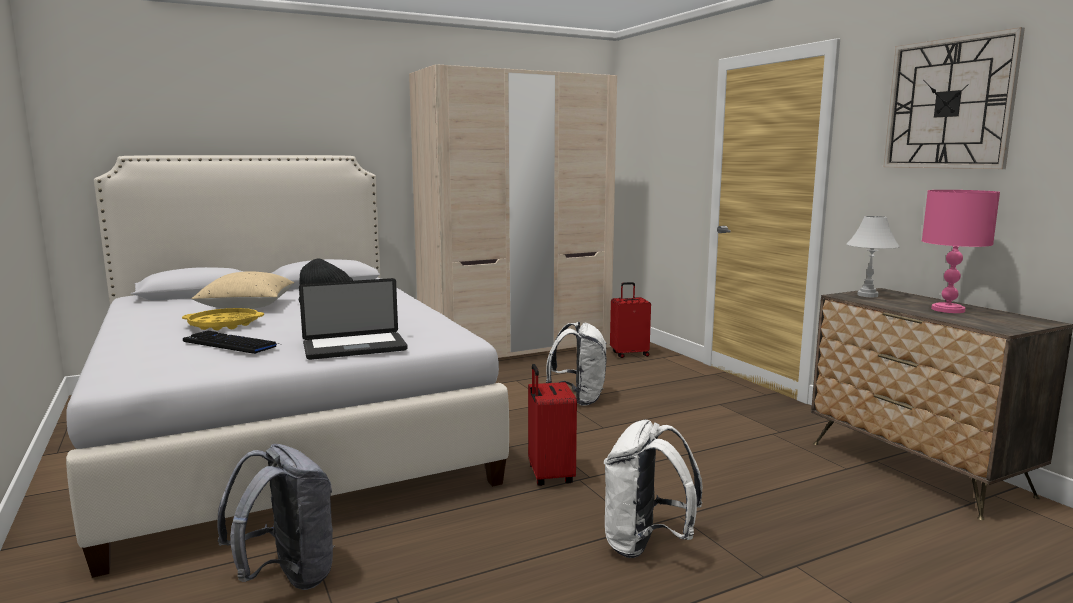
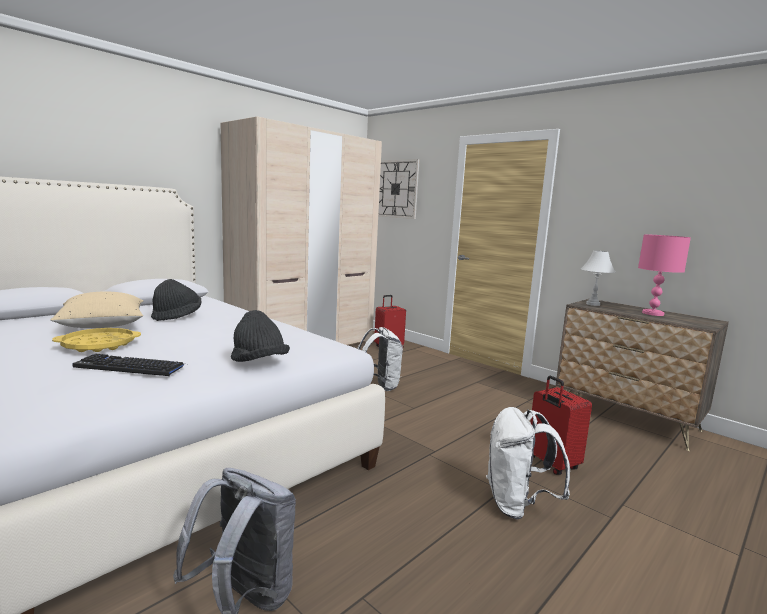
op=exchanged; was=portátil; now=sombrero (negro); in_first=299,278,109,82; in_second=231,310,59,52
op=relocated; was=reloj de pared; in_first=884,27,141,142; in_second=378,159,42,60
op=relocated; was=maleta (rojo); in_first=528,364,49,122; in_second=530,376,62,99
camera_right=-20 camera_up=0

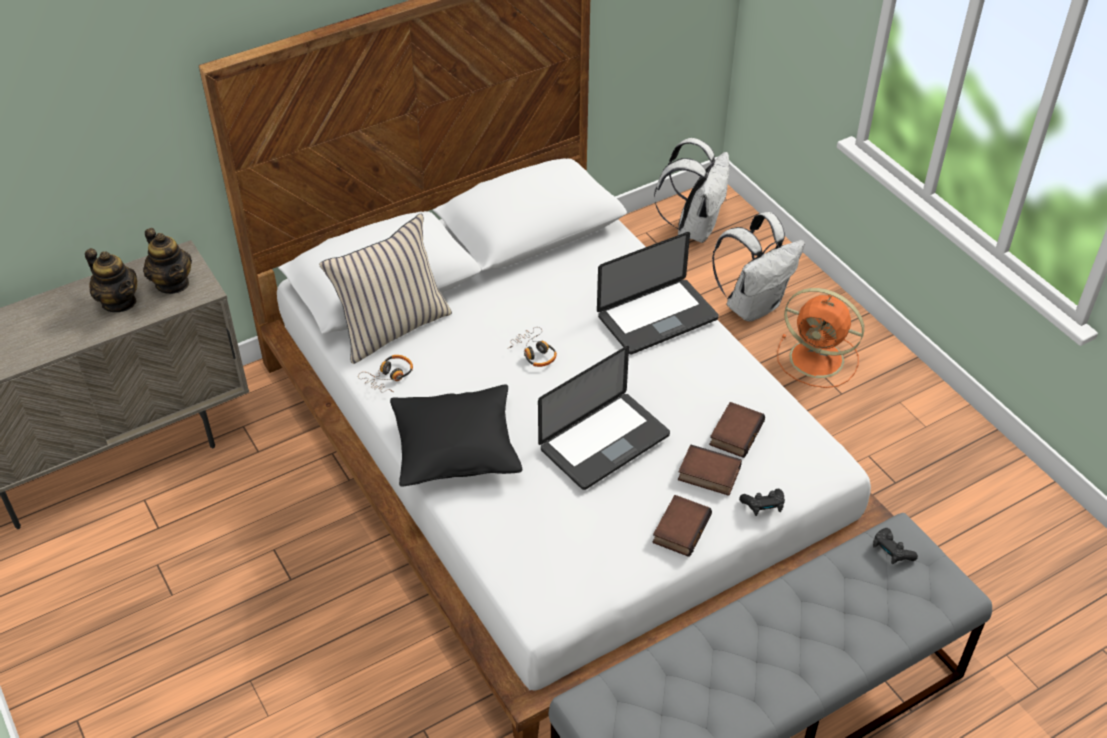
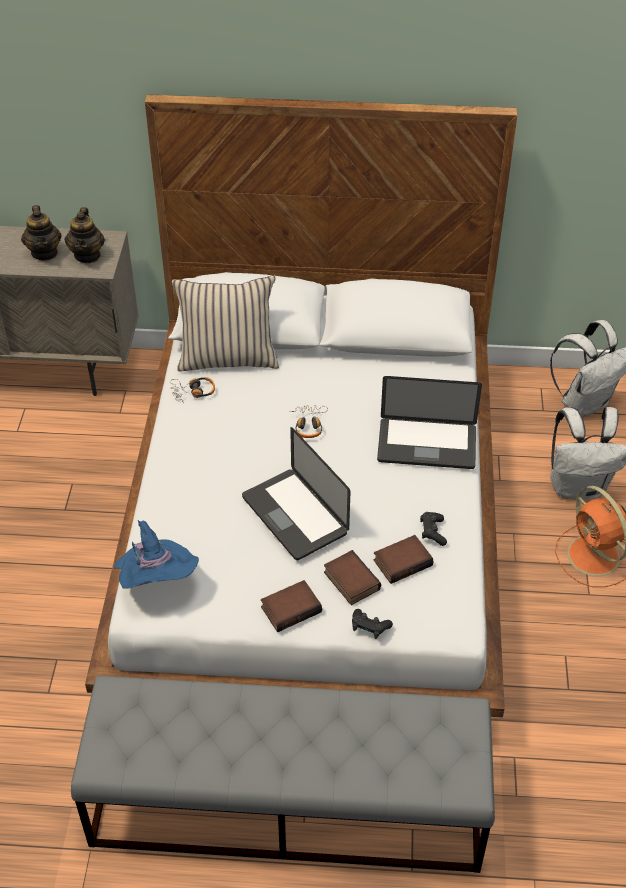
op=appeared; now=sombrero (azul); in_second=114,520,85,69
op=spun; was=portátil; in_first=538,346,132,144; in_second=242,427,108,133; clockwise=60
op=relocated; was=mando de consola (negro); in_first=873,528,45,36; in_second=420,512,27,34
op=missing; was=cojín (negro); in_first=390,384,132,103
camera_right=35 camera_up=0

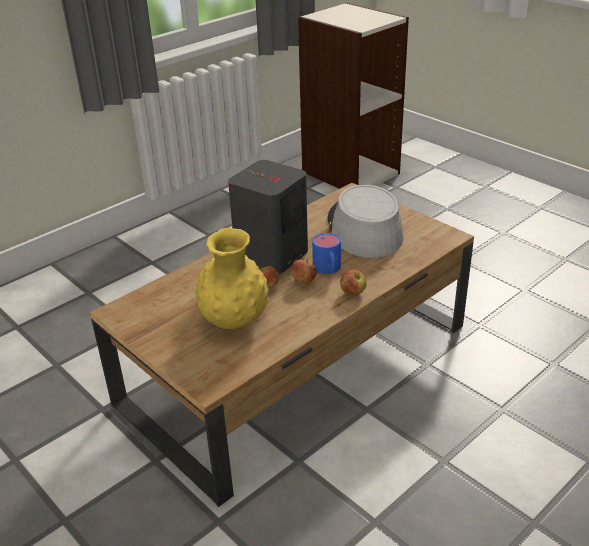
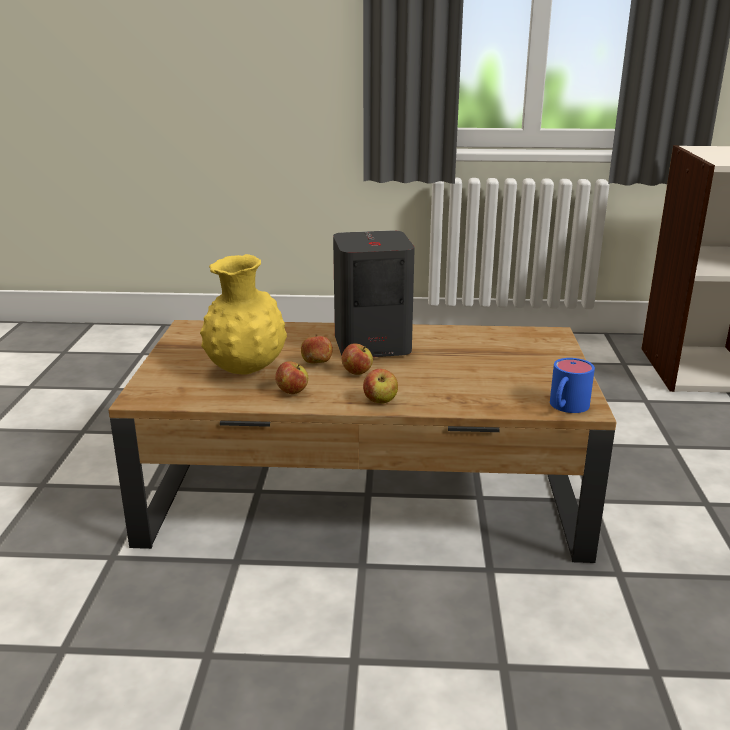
op=appeared; now=manzana; in_second=275,361,33,33
op=relocated; was=taza grande (azul); in_first=312,233,29,41; in_second=550,358,45,55
op=missing; was=sombrero (gris); in_first=327,184,77,74
camera_right=45 camera_up=-10

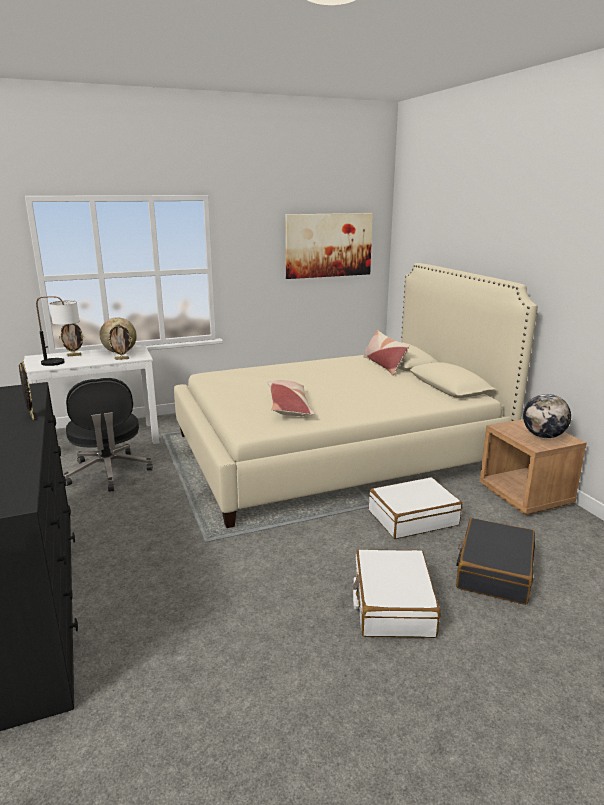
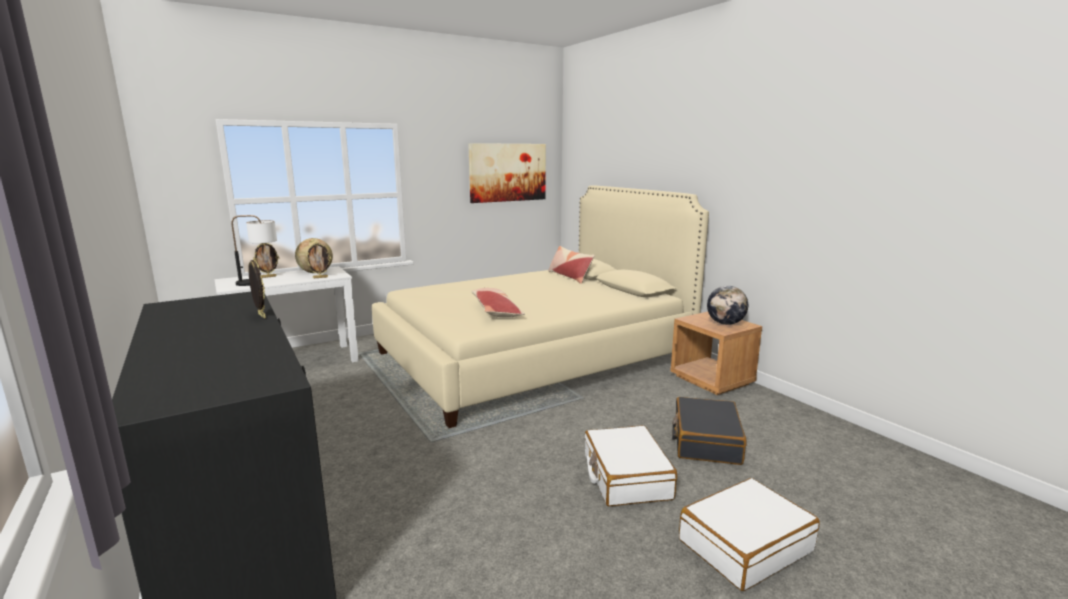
op=relocated; was=maleta (blanco); in_first=369,477,93,62; in_second=679,478,141,113
op=missing; was=silla de oficina (negro); in_first=64,378,89,114
camera_right=-10 camera_up=-5

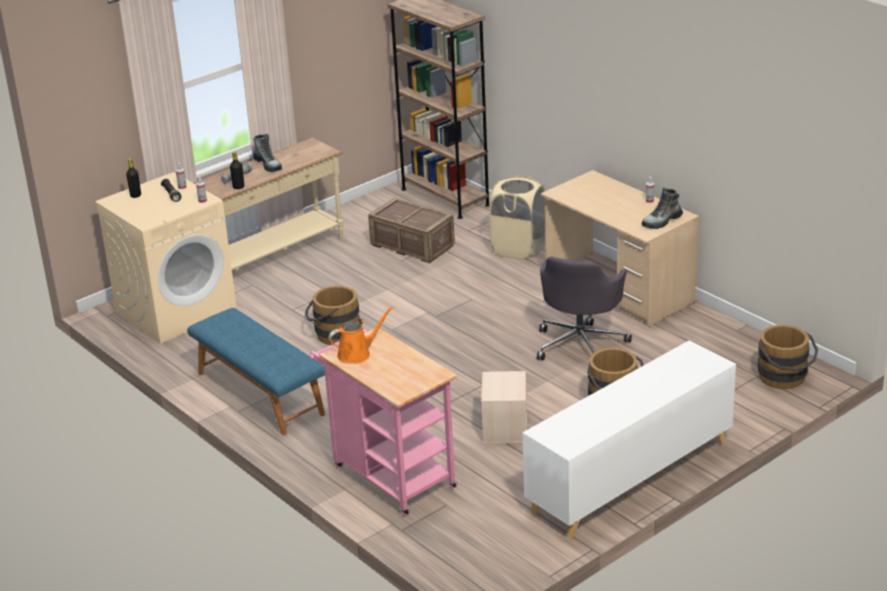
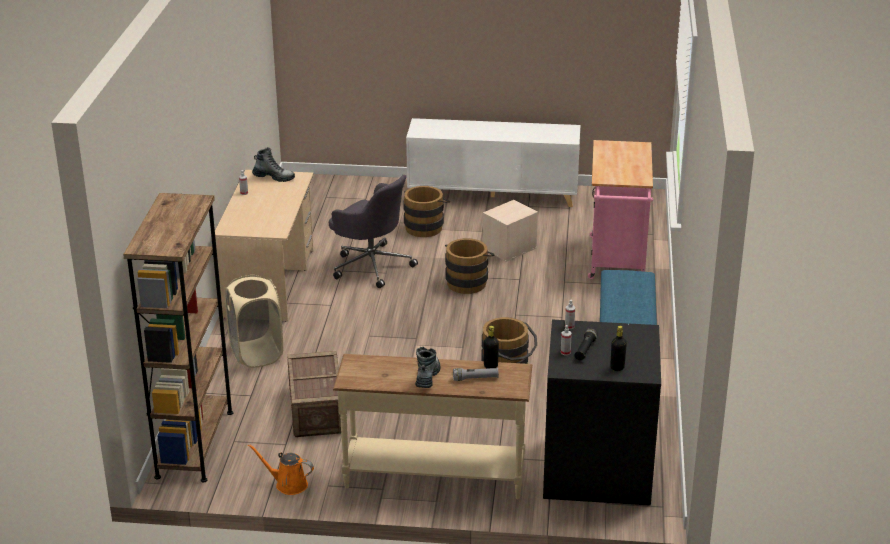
op=relocated; was=regadera (naranja); in_first=328,306,66,57; in_second=248,444,66,51
op=spun; was=silla de oficina (gris); in_first=537,256,95,104; in_second=329,175,89,113; clockwise=60
op=relocated; was=cubo (marrón); in_first=757,325,61,64; in_second=445,238,50,56
op=colour; was=lavadora (beis); now=lavadora (negro); in_first=95,172,142,172; in_second=543,320,118,186
camera_right=-135 camera_up=0

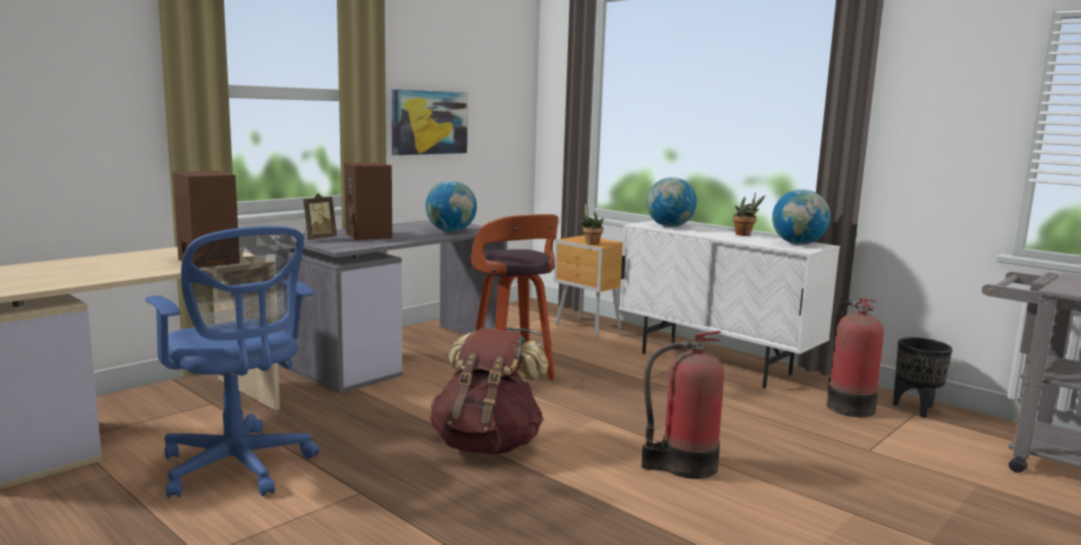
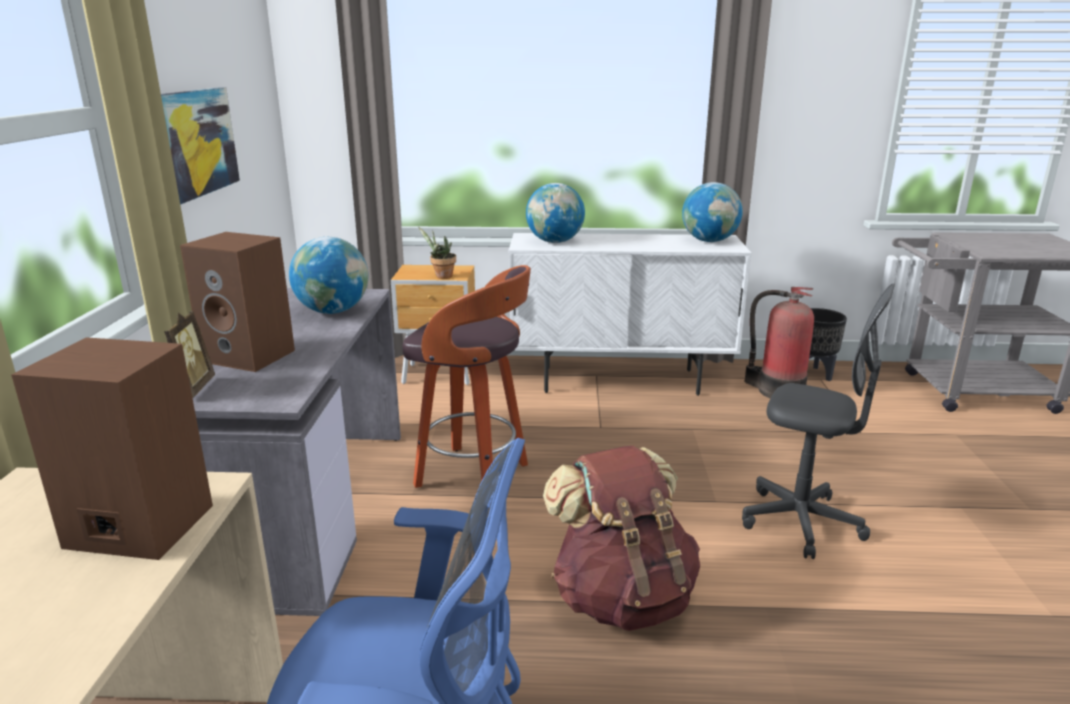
op=exchanged; was=extintor; now=silla de oficina (gris); in_first=641,331,83,148; in_second=742,283,153,276
op=missing; was=planta en maceta; in_first=733,192,32,44
camera_right=-40 camera_up=10

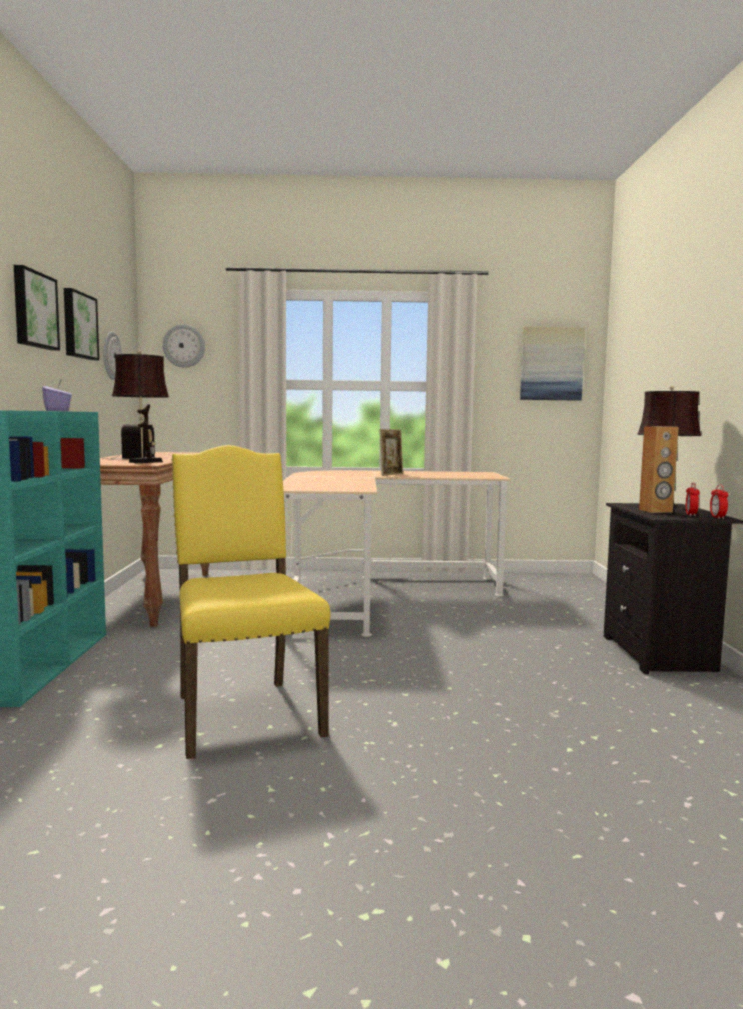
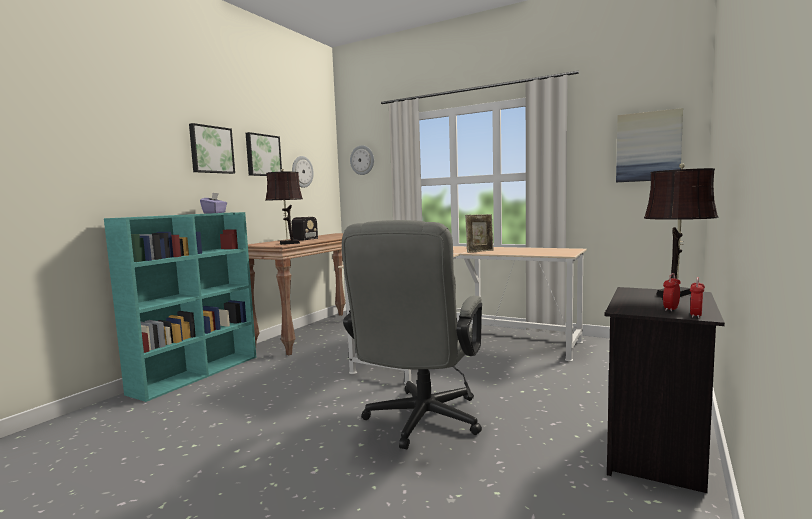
op=appeared; now=silla de oficina (gris); in_second=342,220,140,229
op=missing; was=silla (amarillo); in_first=171,445,159,314
op=missing; was=altavoz (marrón); in_first=639,426,40,87
camera_right=30 camera_up=0

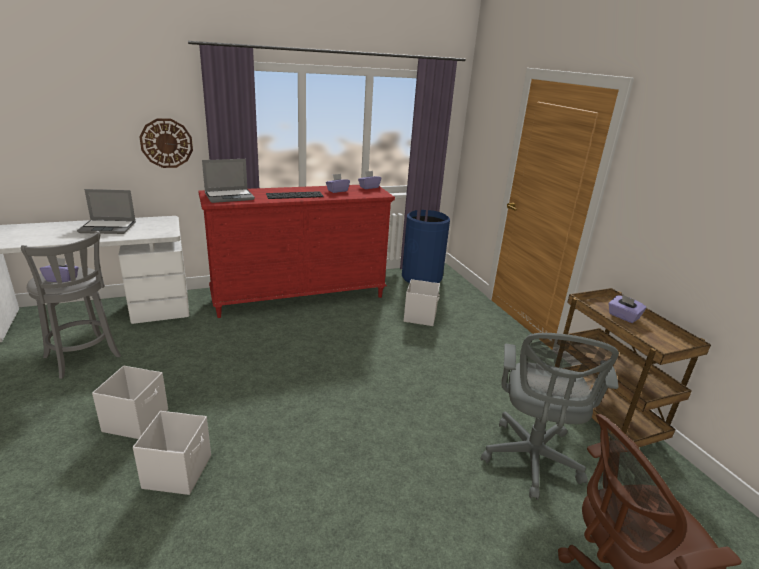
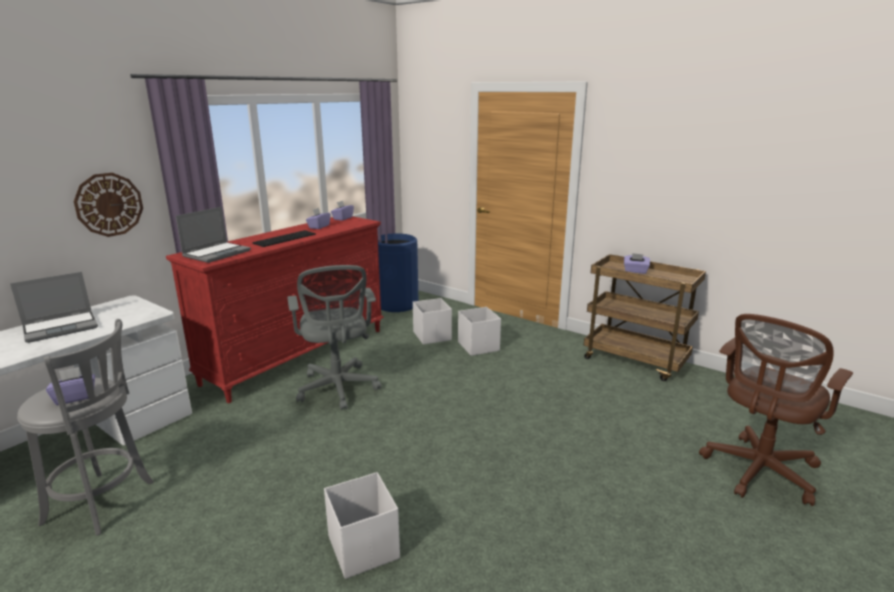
op=relocated; was=silla de oficina (gris); in_first=481,333,138,167; in_second=287,265,95,145
op=relocated; was=caja de almacenaje (blanco); in_first=92,366,76,73; in_second=458,307,43,49
camera_right=-30 camera_up=-5

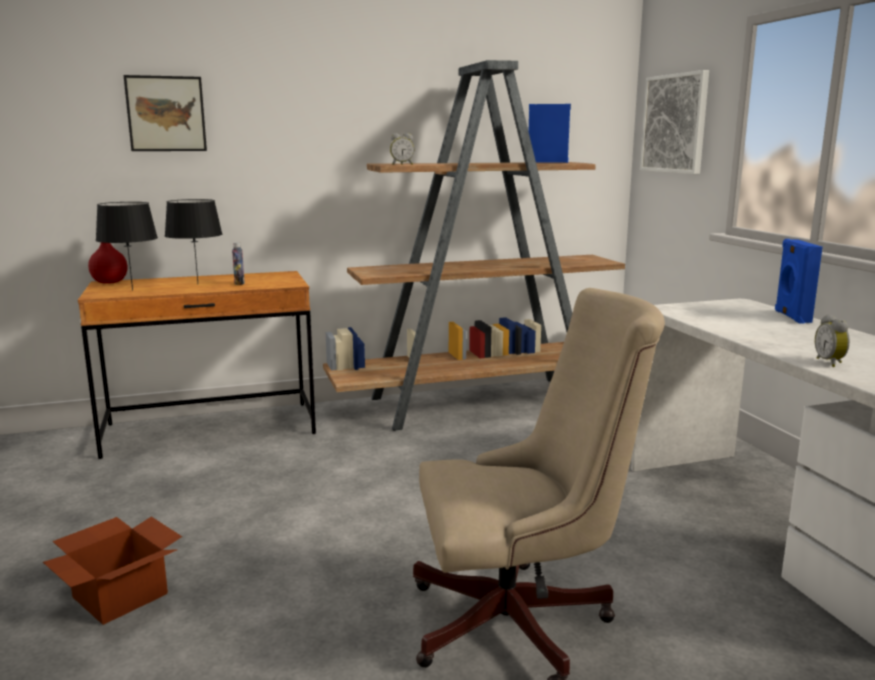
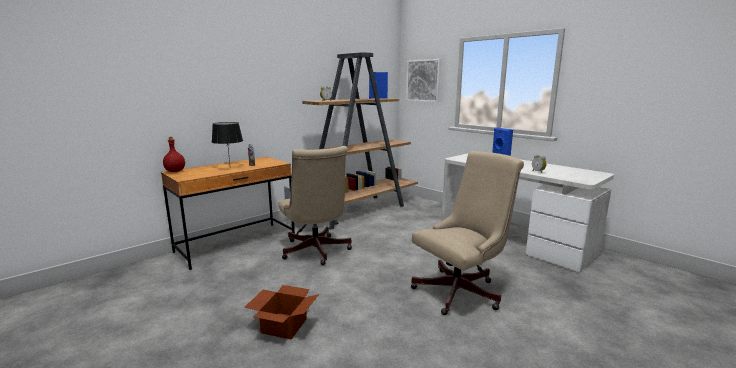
op=appeared; now=silla de oficina (beis); in_second=279,146,73,119
op=missing; was=lámpara de mesa (negro); in_first=96,202,62,89
op=missing; was=cuadro; in_first=124,75,83,76
camera_right=-25 camera_up=0

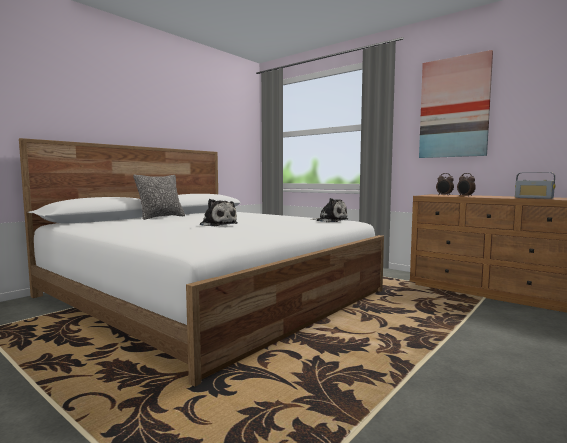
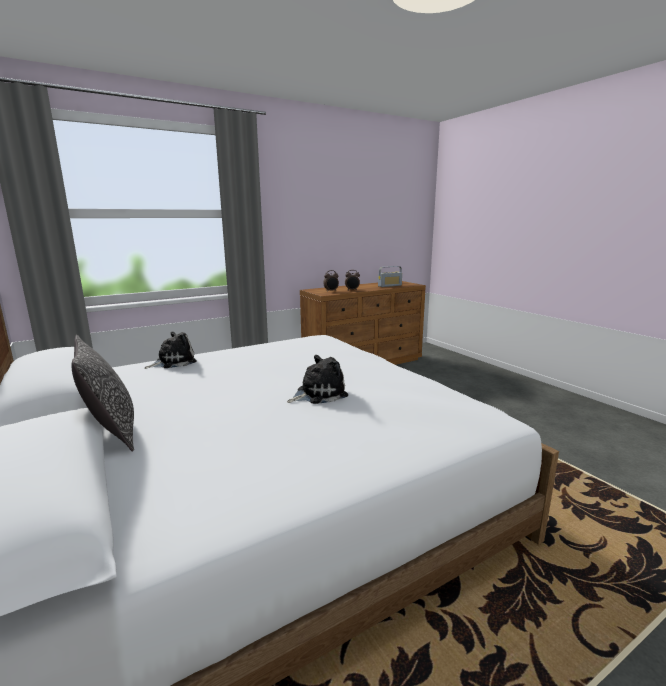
op=relocated; was=peluche; in_first=311,198,37,24; in_second=144,331,53,38
op=missing; was=cuadro; in_first=419,50,74,108
camera_right=-70 camera_up=10

